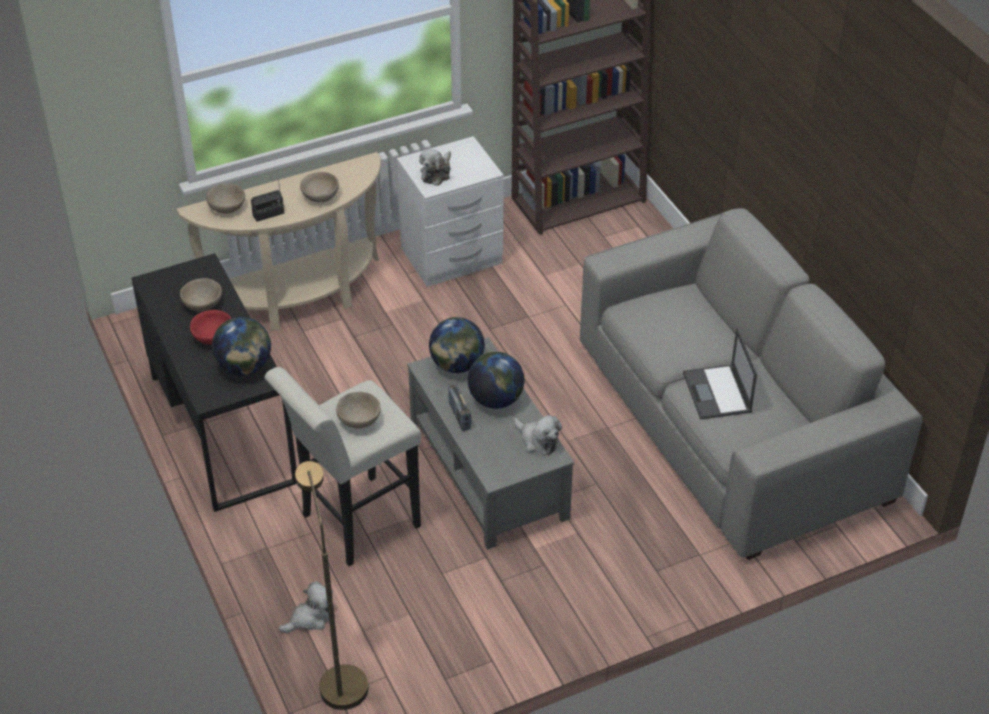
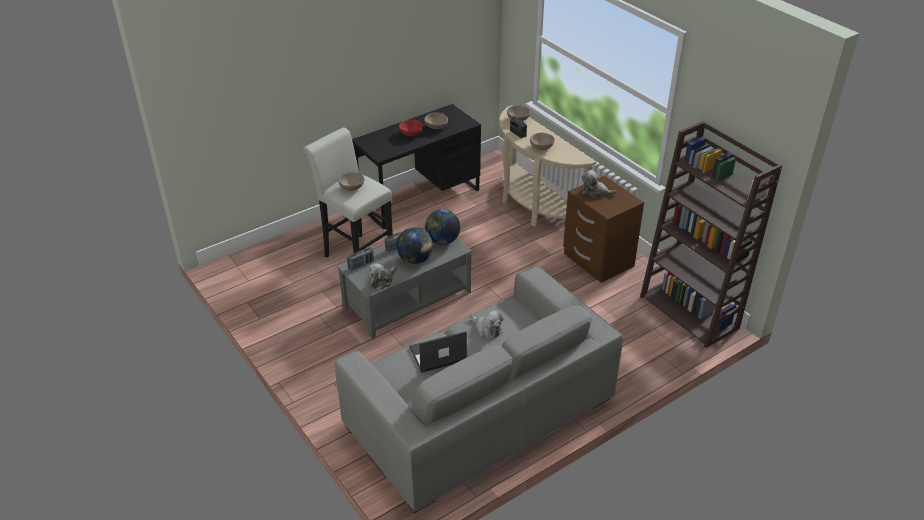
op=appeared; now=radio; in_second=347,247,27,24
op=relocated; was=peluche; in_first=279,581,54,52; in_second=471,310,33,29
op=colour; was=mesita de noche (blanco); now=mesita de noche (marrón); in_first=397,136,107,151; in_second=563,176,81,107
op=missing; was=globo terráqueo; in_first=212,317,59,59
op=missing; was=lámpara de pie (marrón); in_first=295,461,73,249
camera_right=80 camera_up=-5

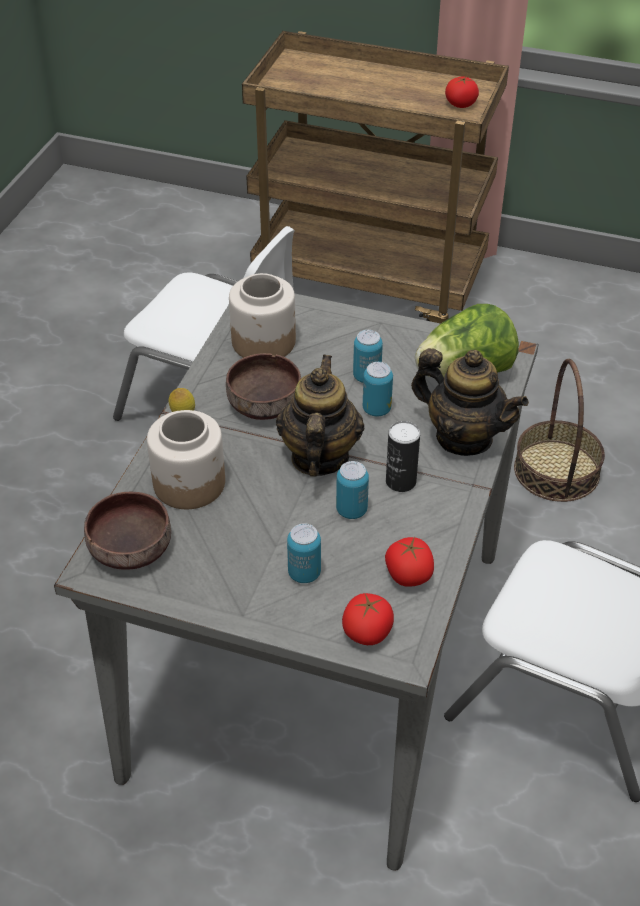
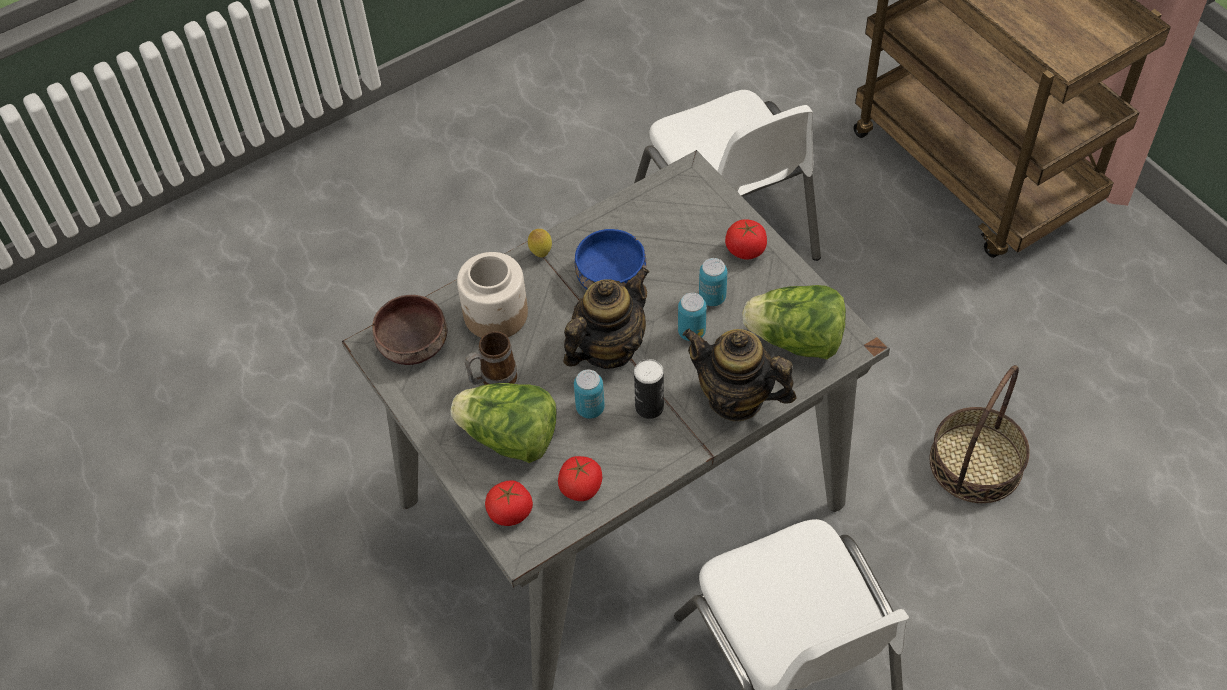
op=exchanged; was=lata; now=lechuga; in_first=287,523,34,60; in_second=451,383,105,80
op=appeared; now=taza grande; in_second=464,331,53,54
op=colour; was=cuenco (marrón); now=cuenco (azul); in_first=226,353,75,67; in_second=575,229,72,60
op=spun; was=tetera; in_first=411,348,118,108; in_second=683,328,114,93; clockwise=135
op=relocated; was=tomate; in_first=445,76,34,32; in_second=725,219,42,41
op=missing; was=tarro; in_first=229,273,67,85
camera_right=40 camera_up=10

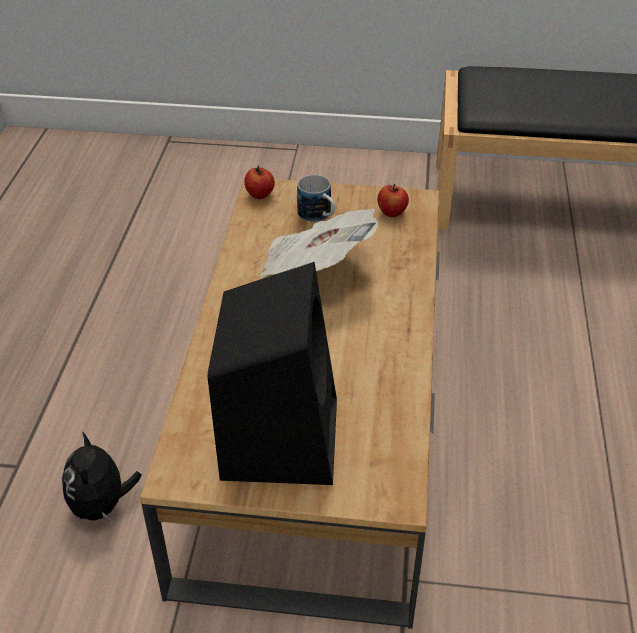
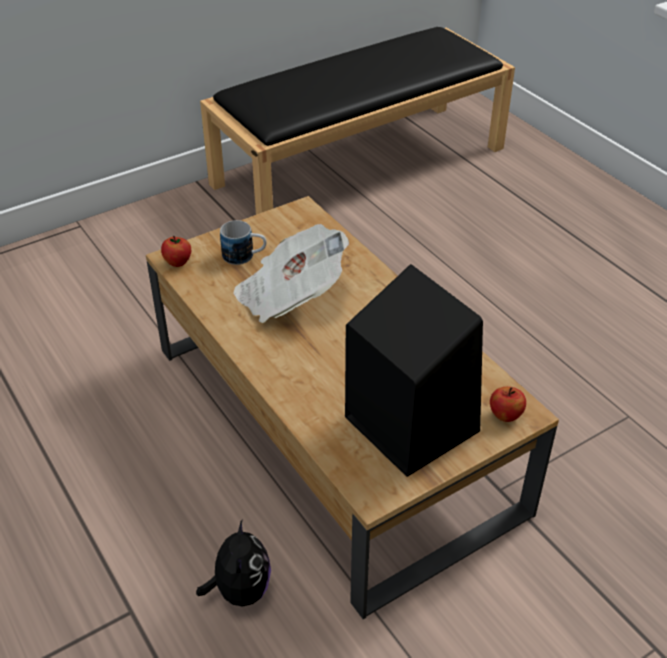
op=spun; was=peluche; in_first=62,431,80,92; in_second=196,520,75,87; clockwise=-135
op=relocated; was=manzana; in_first=377,184,32,33; in_second=490,387,36,35
camera_right=-40 camera_up=0

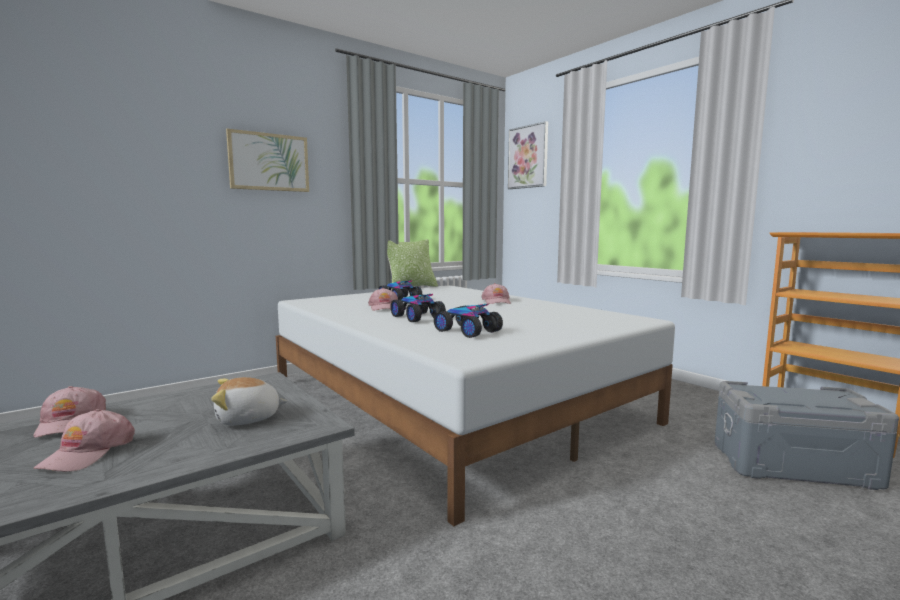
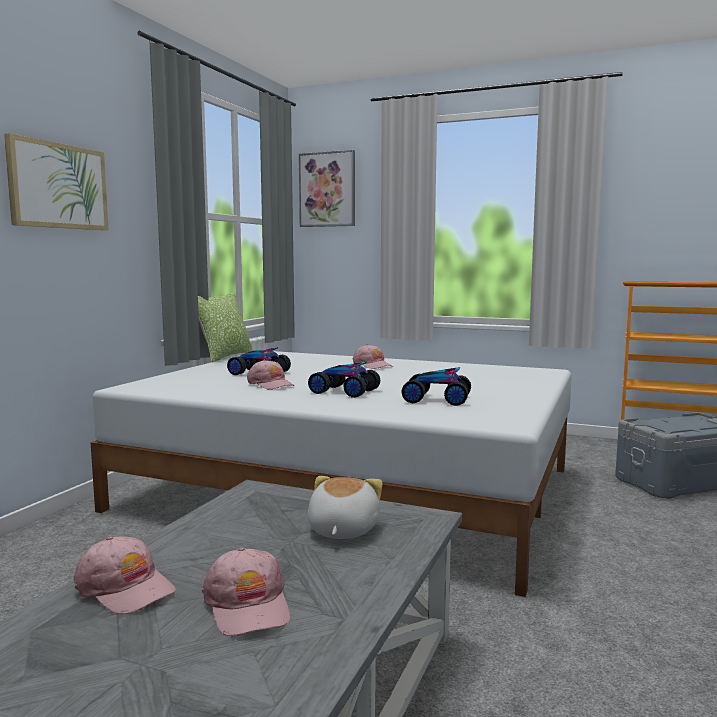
op=spun; was=peluche; in_first=211,377,77,48; in_second=308,476,75,63; clockwise=150
camera_right=-30 camera_up=0

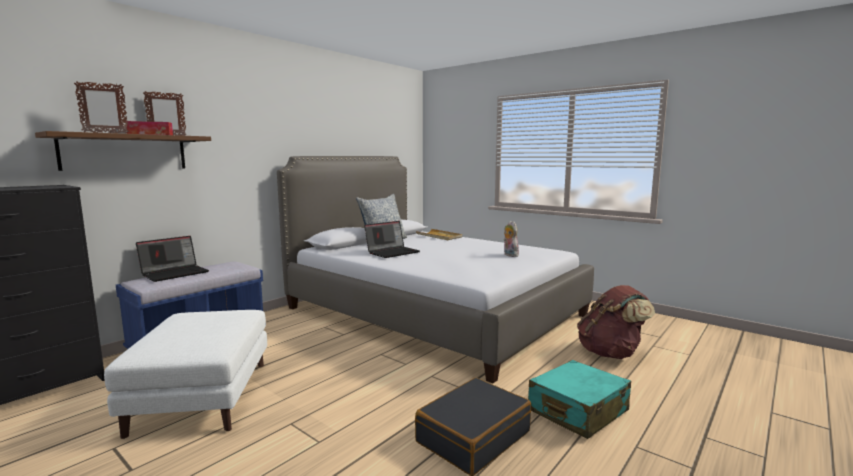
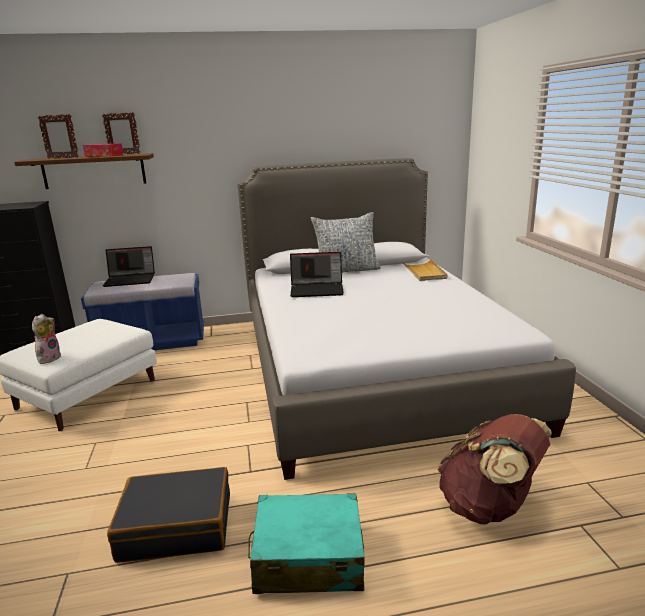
op=relocated; was=peluche; in_first=504,221,15,36; in_second=32,314,30,50
camera_right=40 camera_up=10

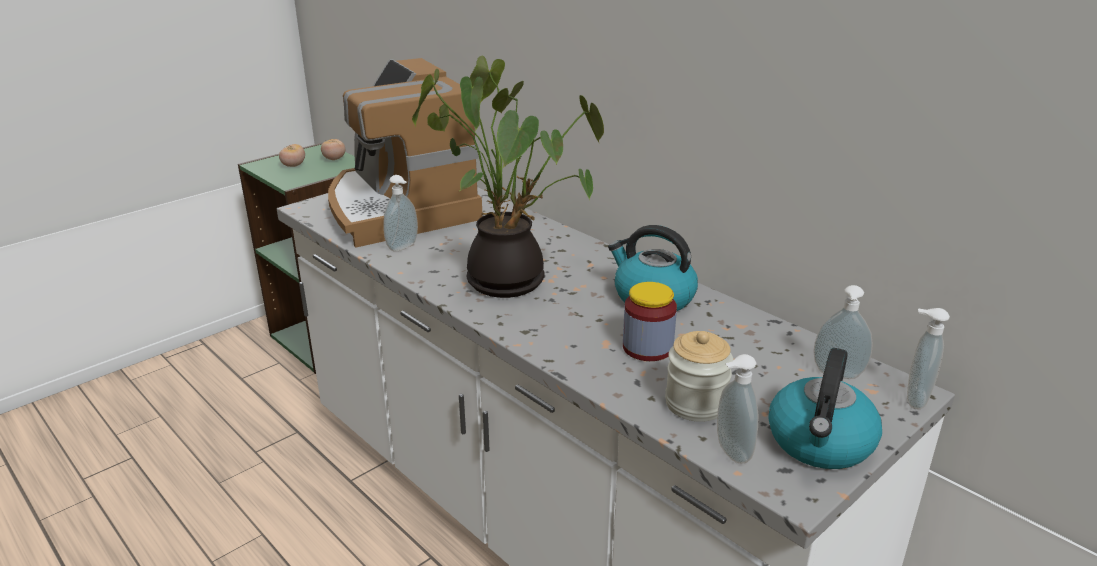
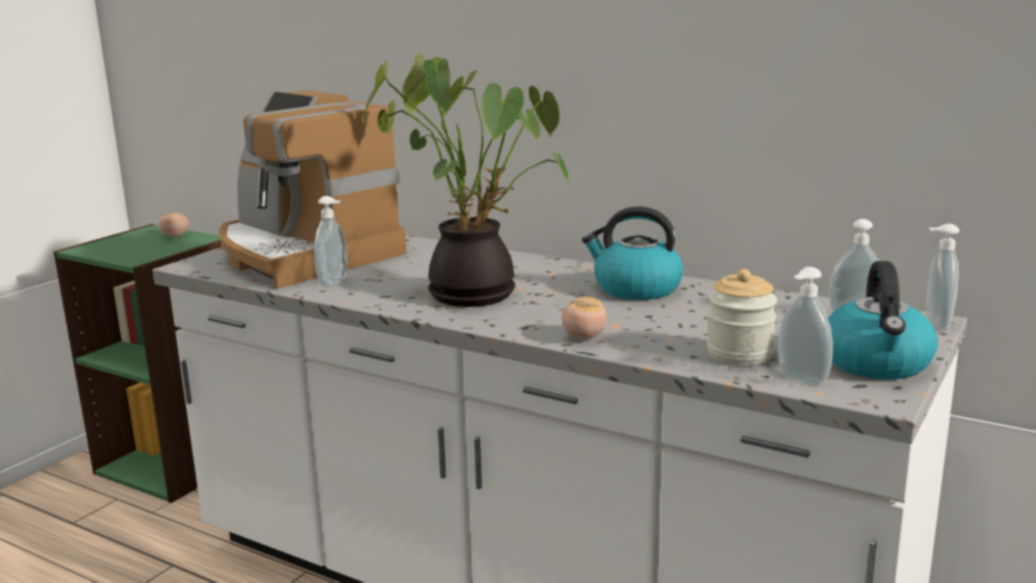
op=relocated; was=tomate; in_first=279,144,26,23; in_second=562,297,45,42
op=missing; was=tarro; in_first=623,282,54,79
camera_right=-15 camera_up=-10

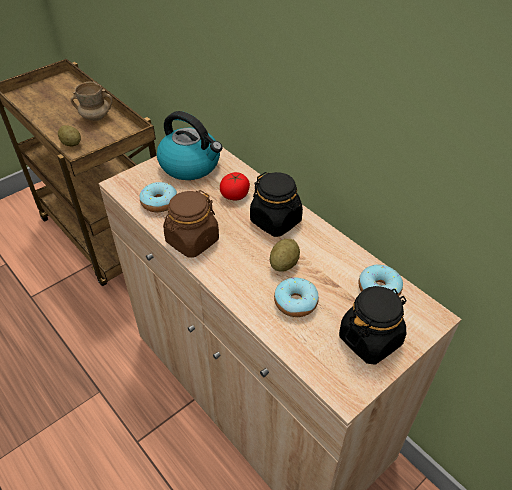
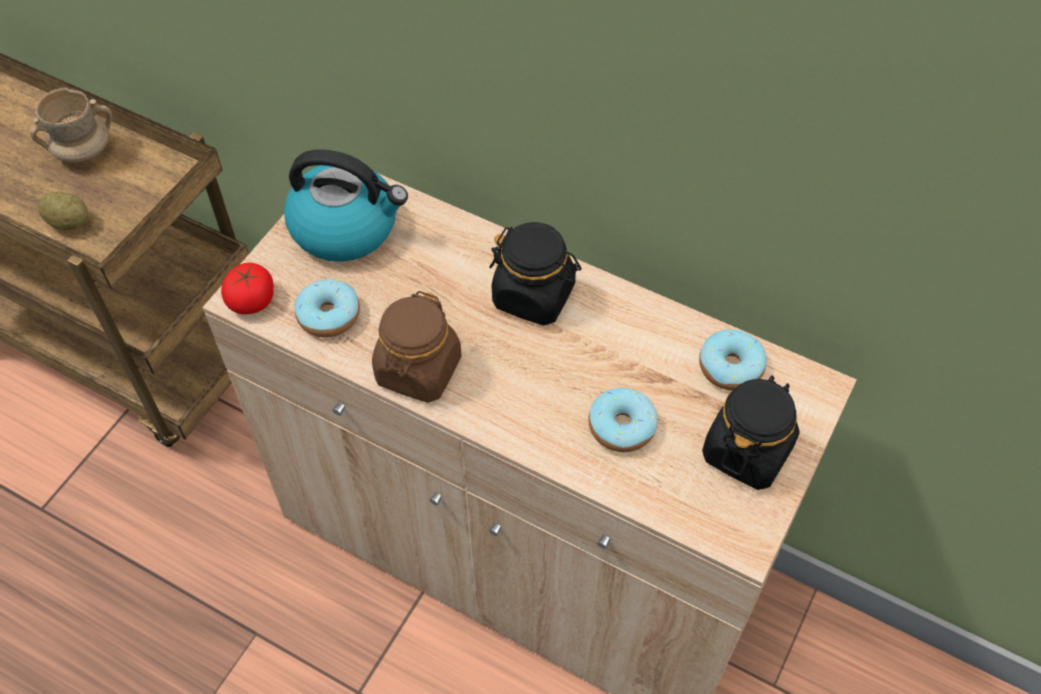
op=relocated; was=tomate; in_first=220,172,30,28; in_second=221,262,53,52
op=missing; was=patata; in_first=270,239,30,33
camera_right=-20 camera_up=10

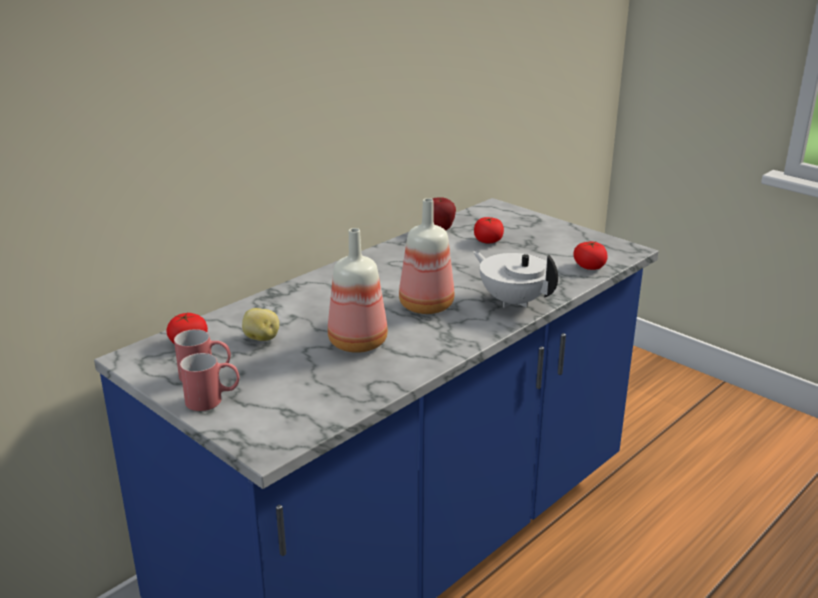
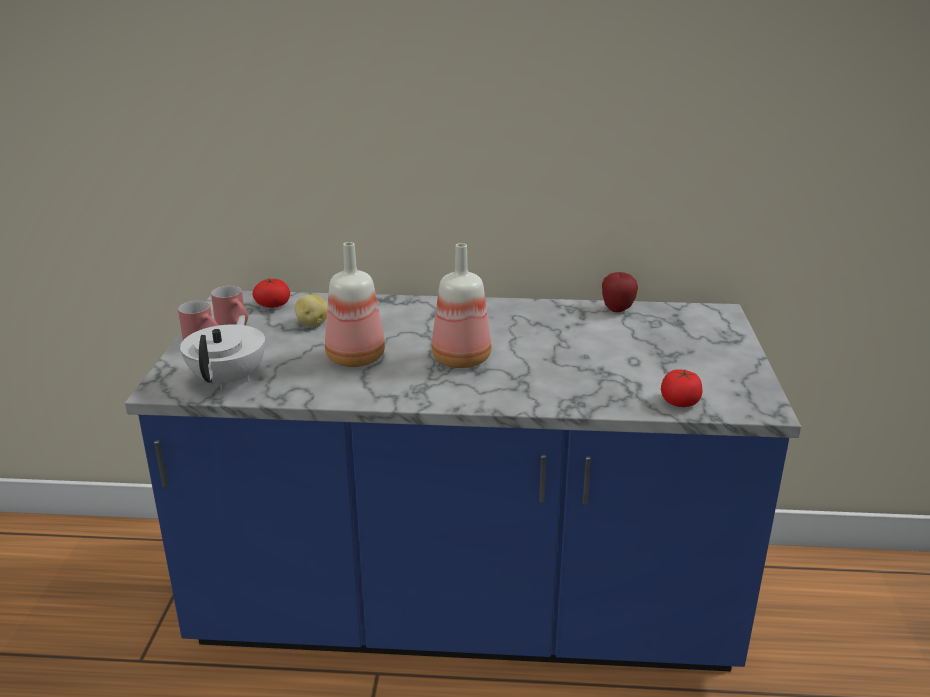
op=relocated; was=tetera (blanco); in_first=473,251,85,57; in_second=180,315,85,75
op=missing; was=tomate; in_first=474,217,30,26
camera_right=50 camera_up=0

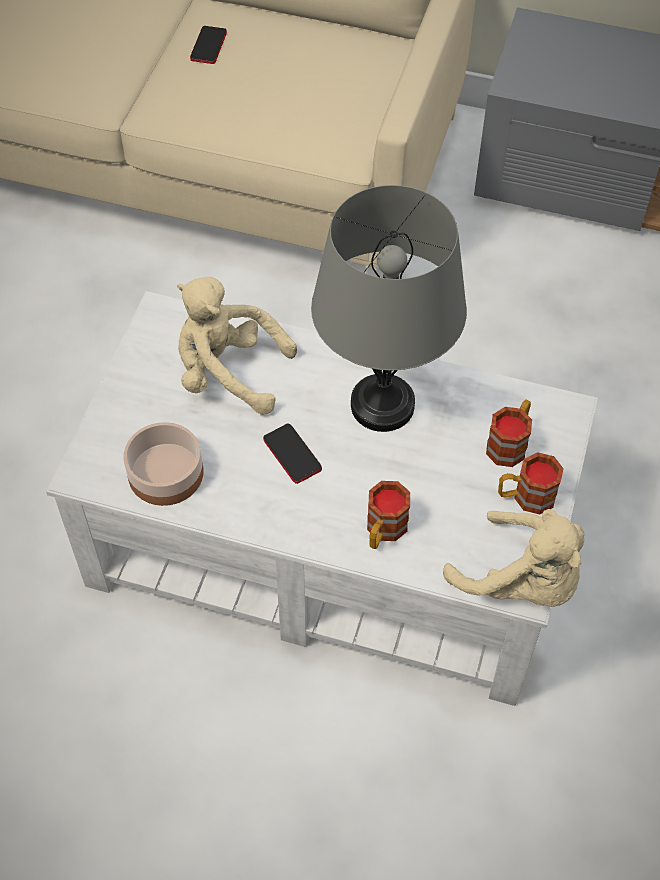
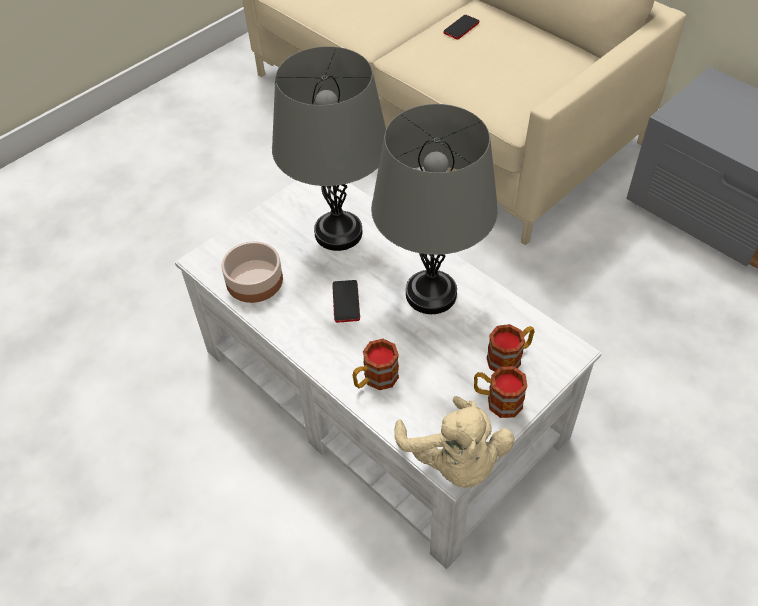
op=exchanged; was=peluche (beis); now=lámpara de mesa (gris); in_first=177,277,120,138; in_second=272,46,114,205
camera_right=30 camera_up=-5

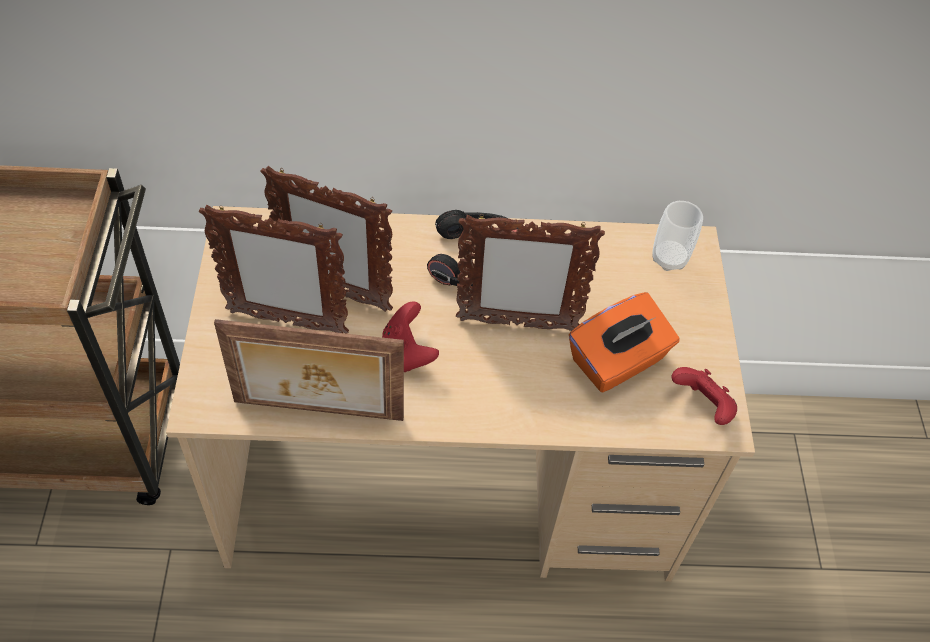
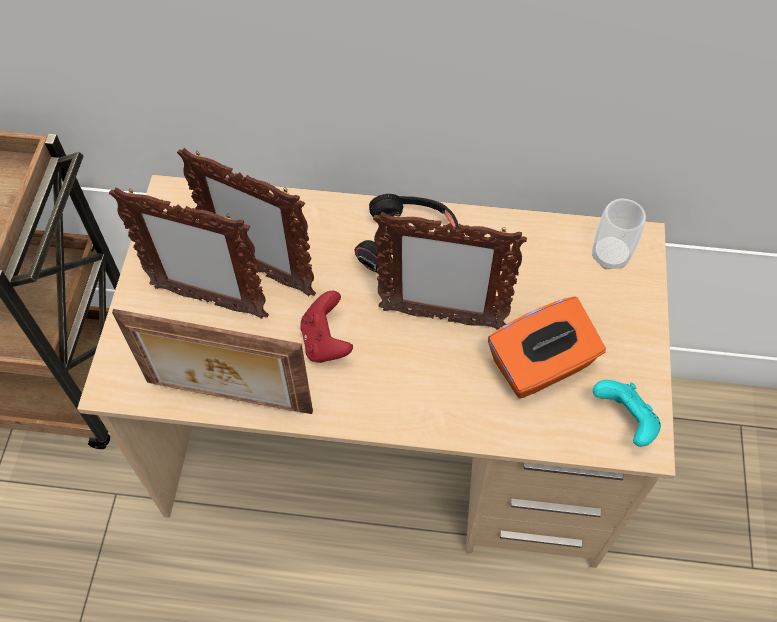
op=colour; was=mando de consola (rojo); now=mando de consola (turquesa); in_first=671,367,66,58; in_second=593,380,68,67
camera_right=10 camera_up=5

